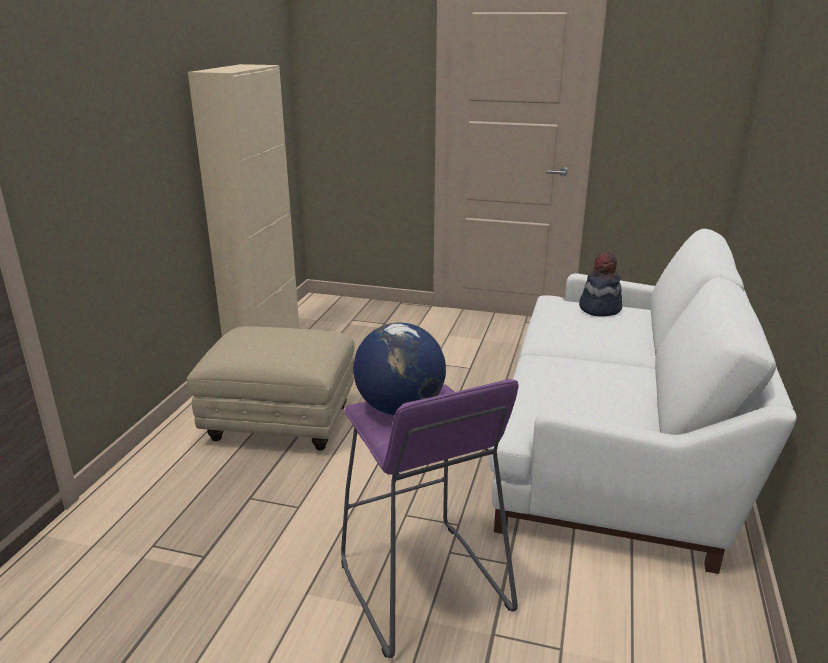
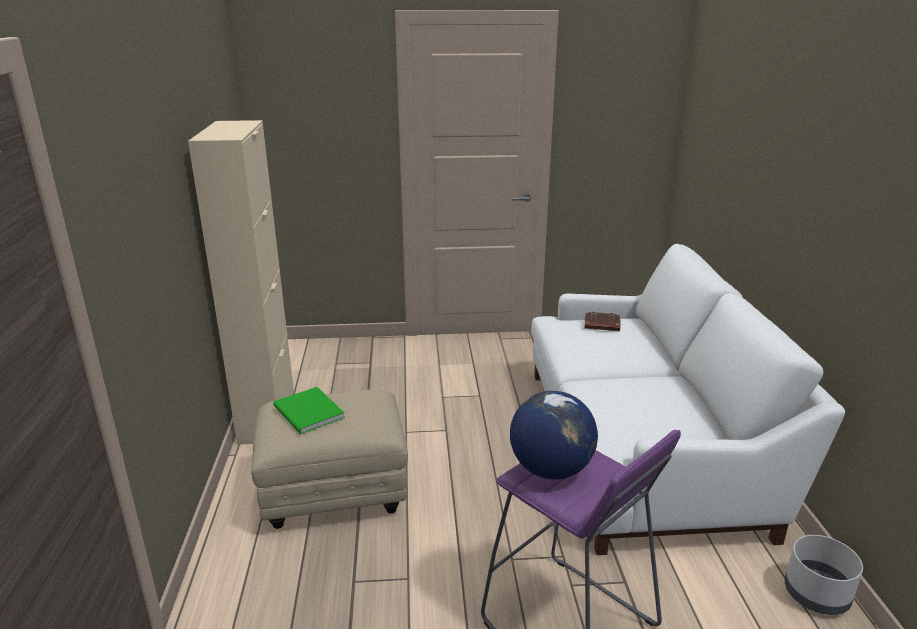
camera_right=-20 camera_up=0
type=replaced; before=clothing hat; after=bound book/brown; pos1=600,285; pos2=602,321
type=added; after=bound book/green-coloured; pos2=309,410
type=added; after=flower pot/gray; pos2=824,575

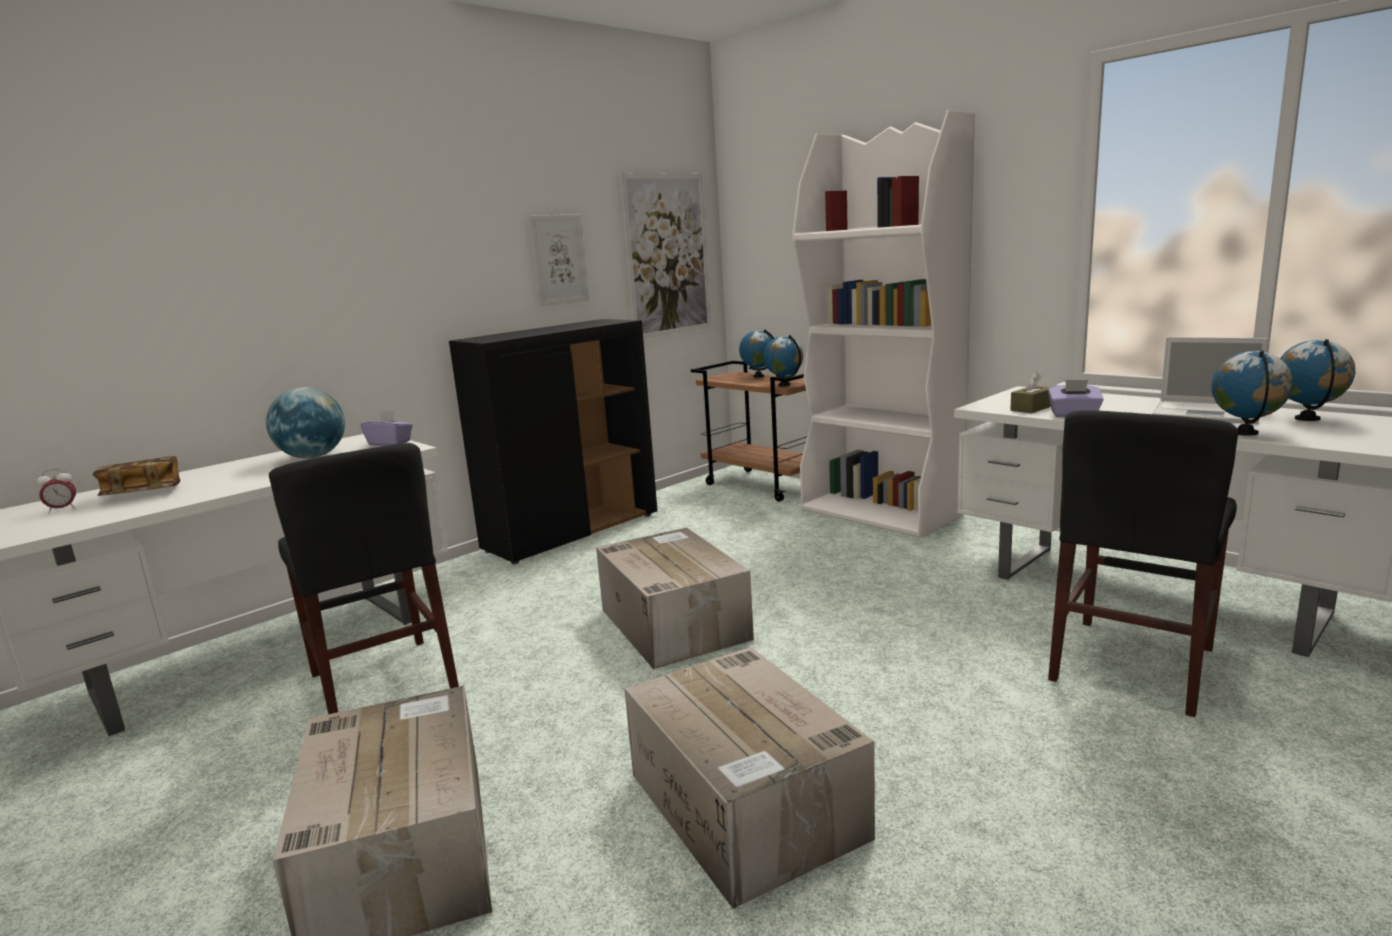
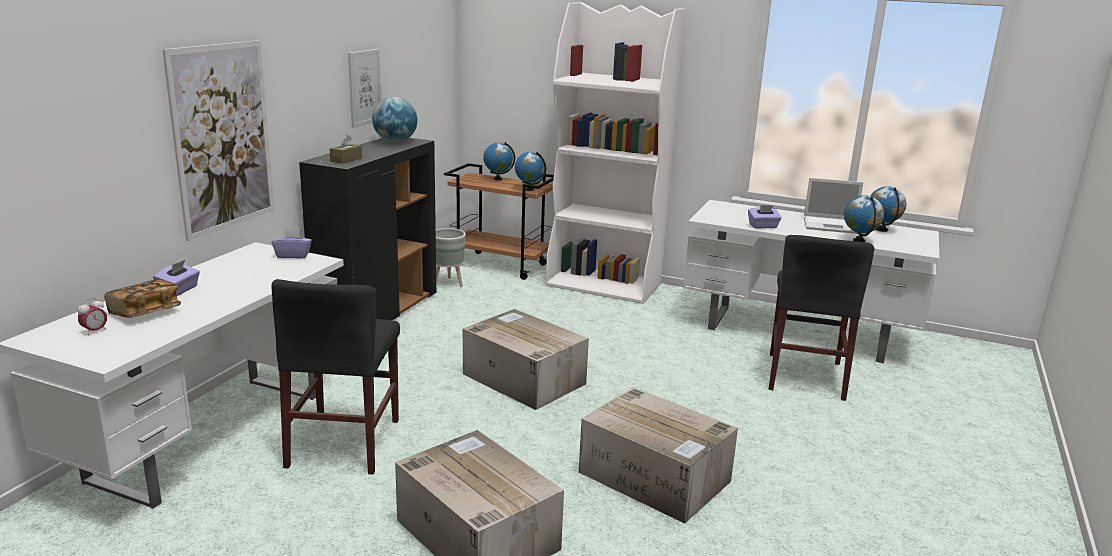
camera_right=-25 camera_up=5
type=moved; before=wall art; pos1=665,256; pos2=218,140
type=moved; before=box of tissues/brown; pos1=1030,392; pos2=346,149
type=moved; before=world globe; pos1=305,423; pos2=395,119
type=turned; before=chair/black-coloured; pos1=364,578; pos2=335,377; turn=60
type=added; after=flower pot/gray; pos2=451,257
type=added; after=box of tissues/purple-coloured; pos2=176,278

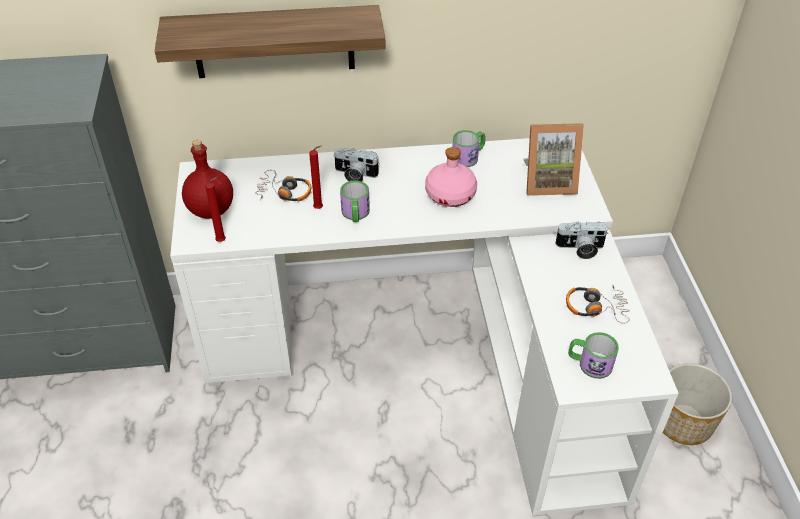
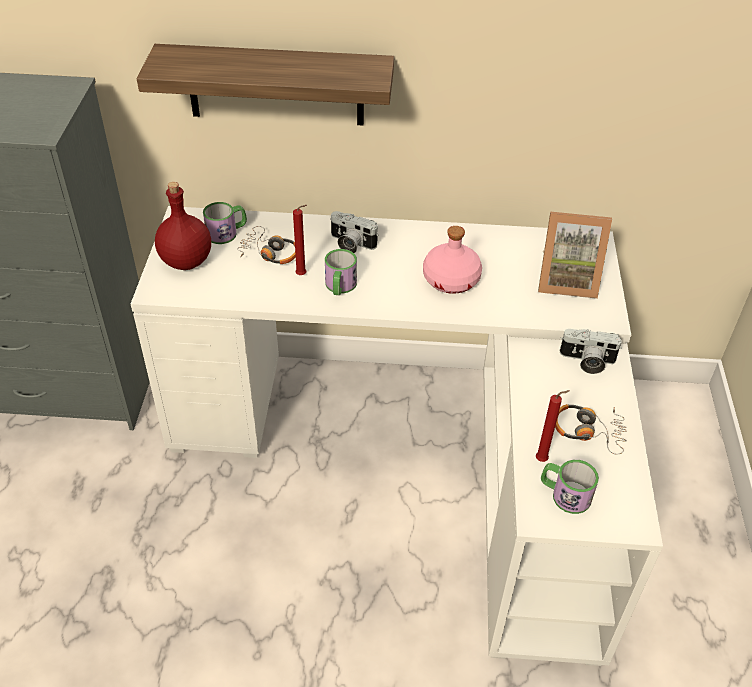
camera_right=10 camera_up=0
type=moved; before=tea mug; pos1=468,148; pos2=225,223
type=moved; before=wax light/reddish; pos1=215,209; pos2=553,426
type=removed; before=flower pot; pos1=697,404

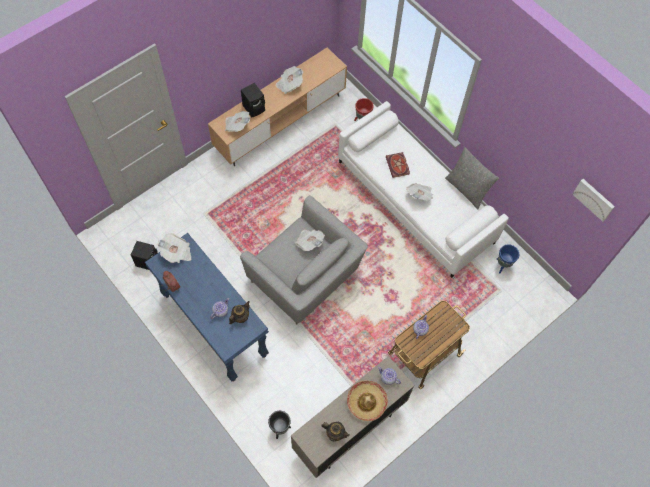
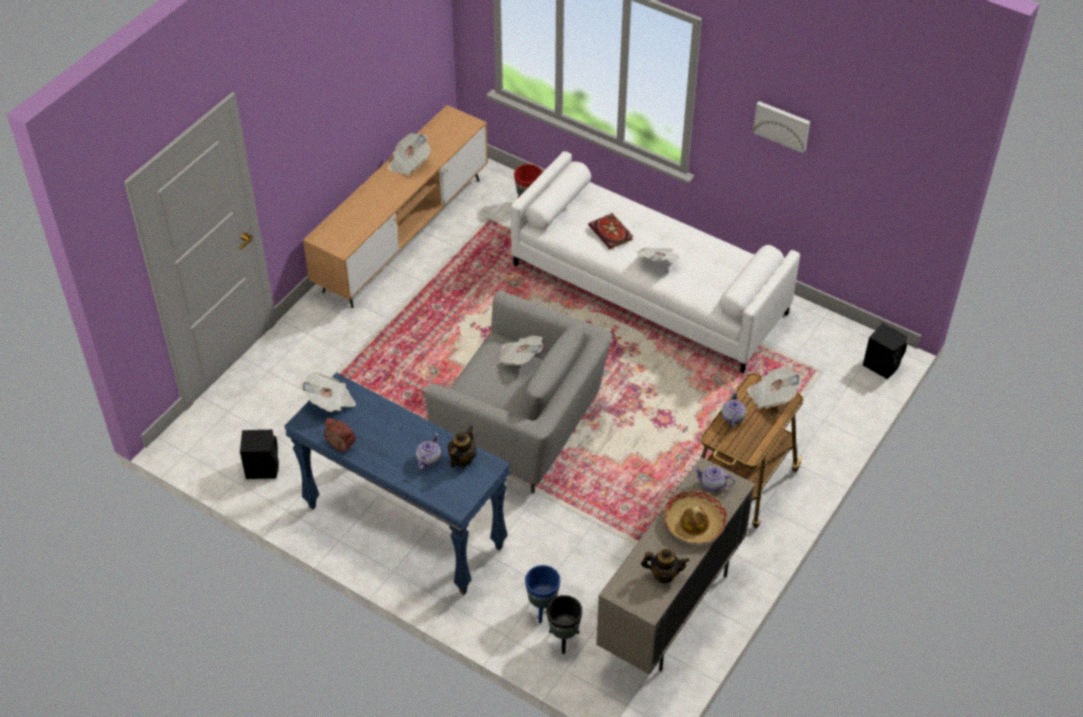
camera_right=-15 camera_up=-15
type=moved; before=loudspeaker/black-coloured; pos1=253,100; pos2=885,351
type=moved; before=newspaper; pos1=237,121; pos2=774,388
type=removed; before=cushion/gray; pos1=472,178
type=moved; before=wall art; pos1=593,200; pos2=781,127
type=moved; before=flower pot/bluish; pos1=508,259; pos2=542,594

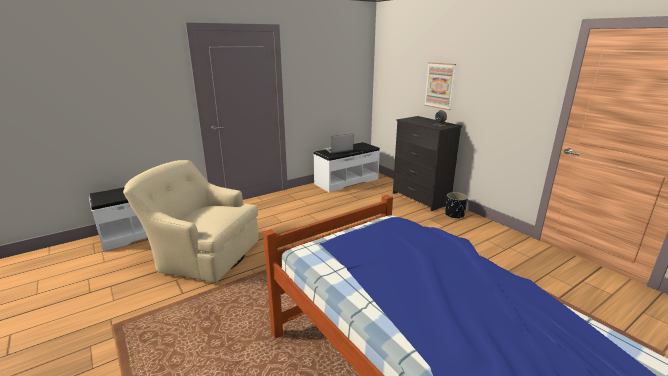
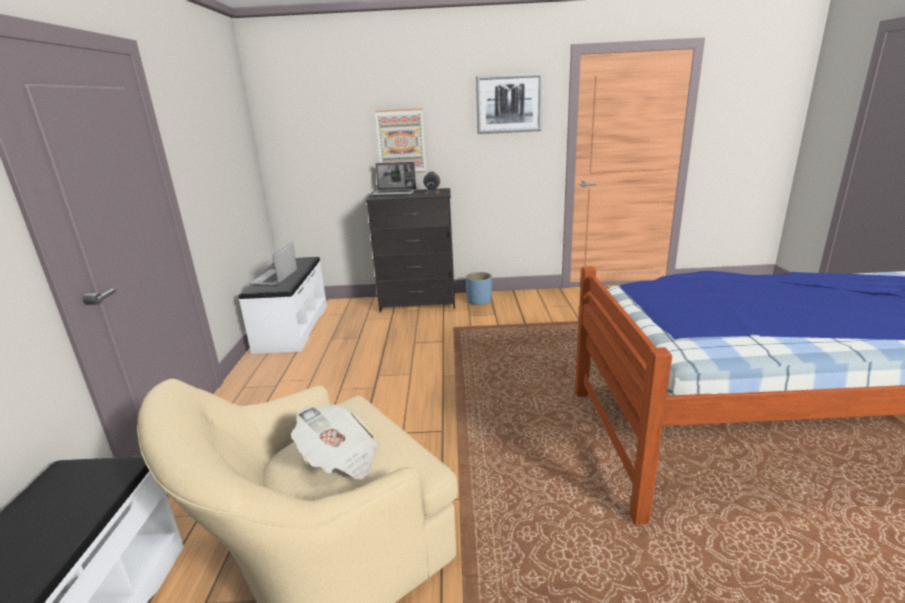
camera_right=-55 camera_up=0
type=recoloured; before=flower pot/black-coloured; after=flower pot/bluish; pos1=456,205; pos2=479,288
type=added; after=wall art; pos2=509,103
type=added; after=laptop; pos2=393,179
type=added; after=newspaper; pos2=335,441

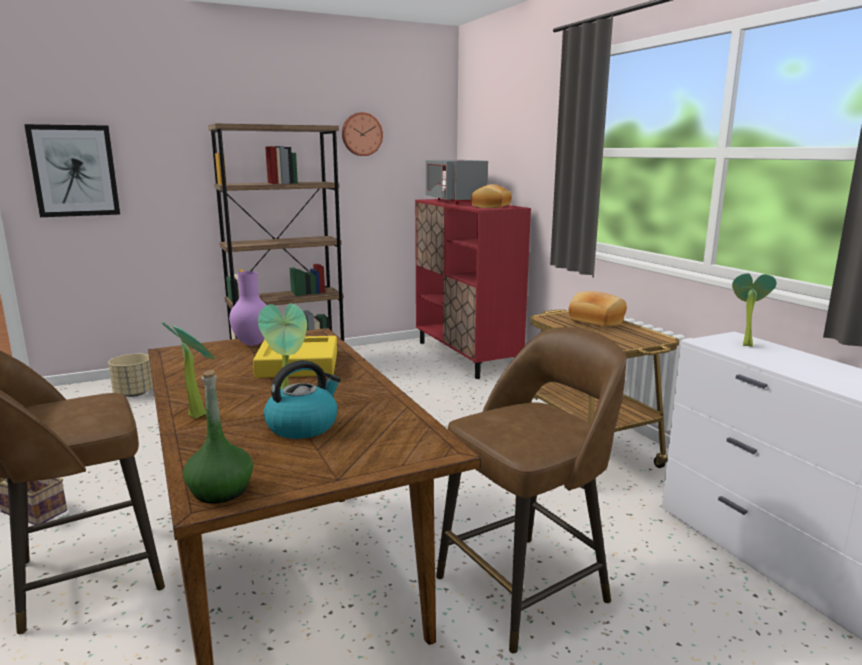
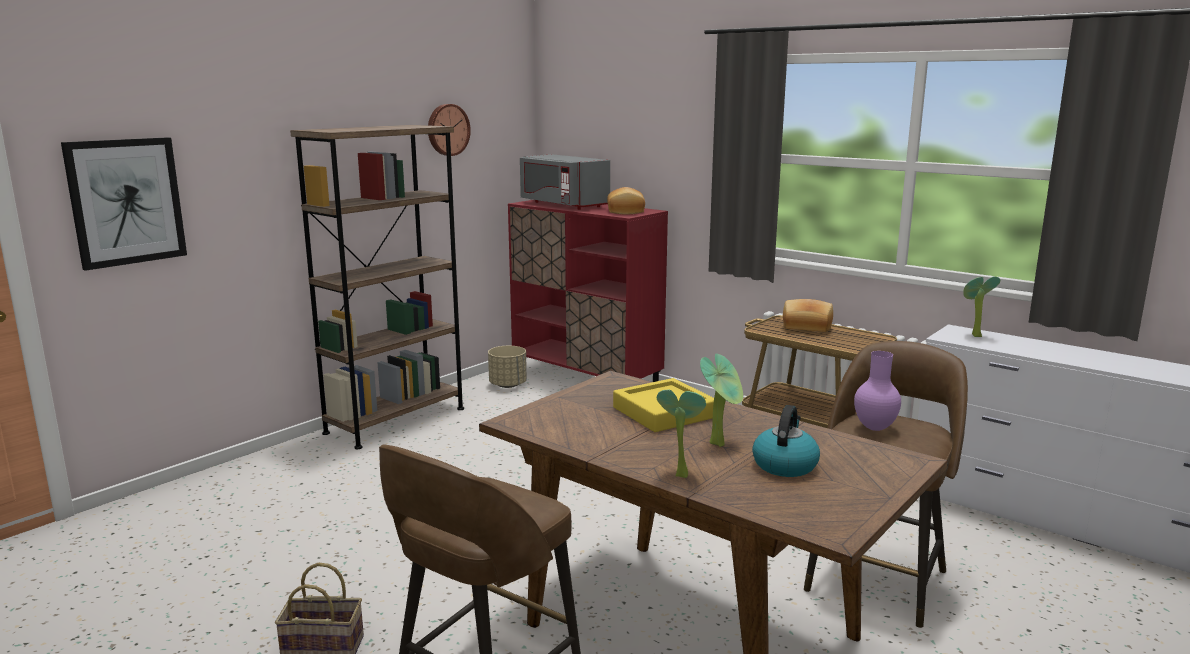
camera_right=-25 camera_up=0
type=moved; before=vase/purple-coloured; pos1=248,308; pos2=877,391
type=moved; before=flower pot/beige; pos1=130,375; pos2=507,367
type=removed; before=beverage bottle/green-coloured; pos1=218,437

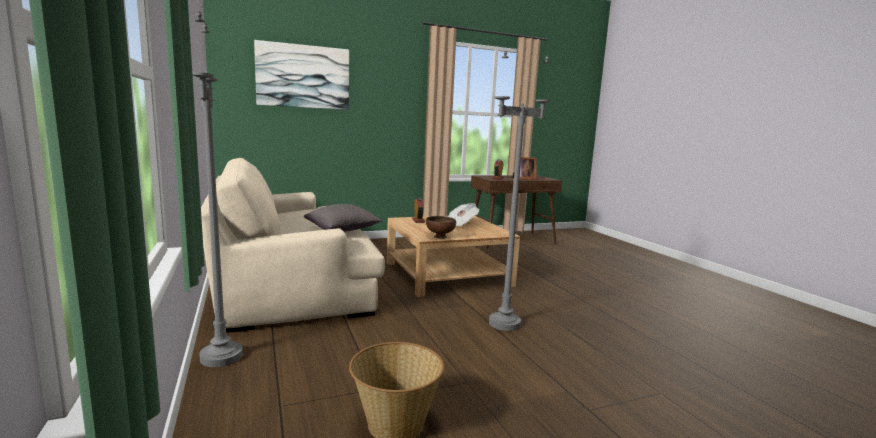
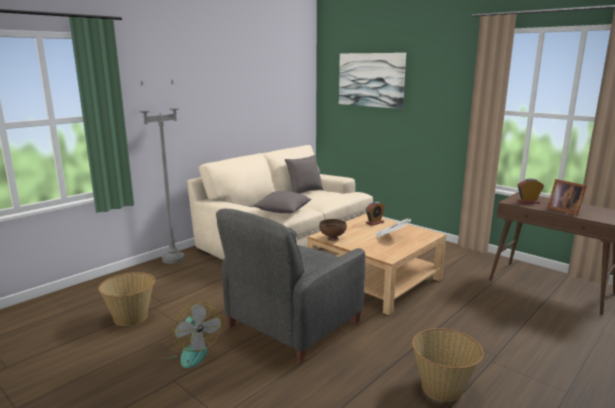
camera_right=65 camera_up=5
type=replaced; before=floor lamp/gray; after=easy chair/gray; pos1=520,190; pos2=290,287
type=added; after=cushion/gray; pos2=303,174
type=added; after=cooling fan; pos2=190,335
type=added; after=household basket; pos2=448,365

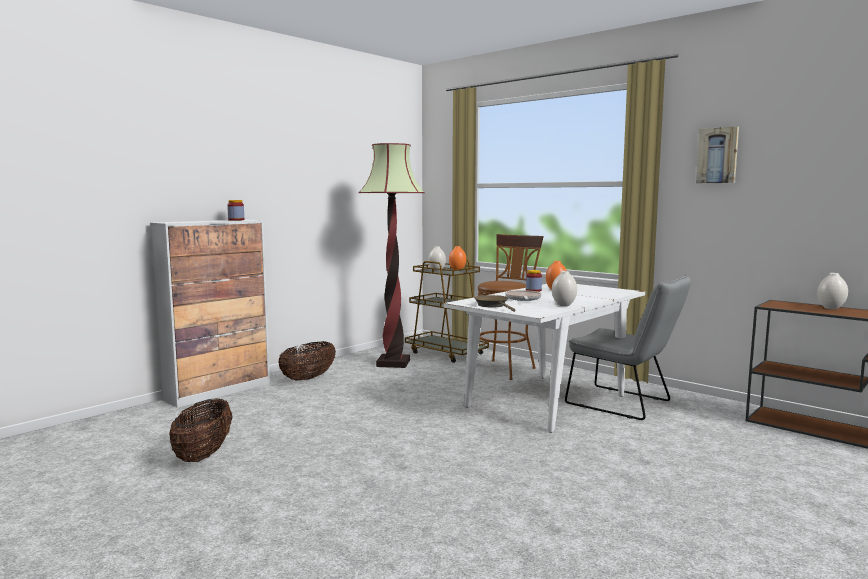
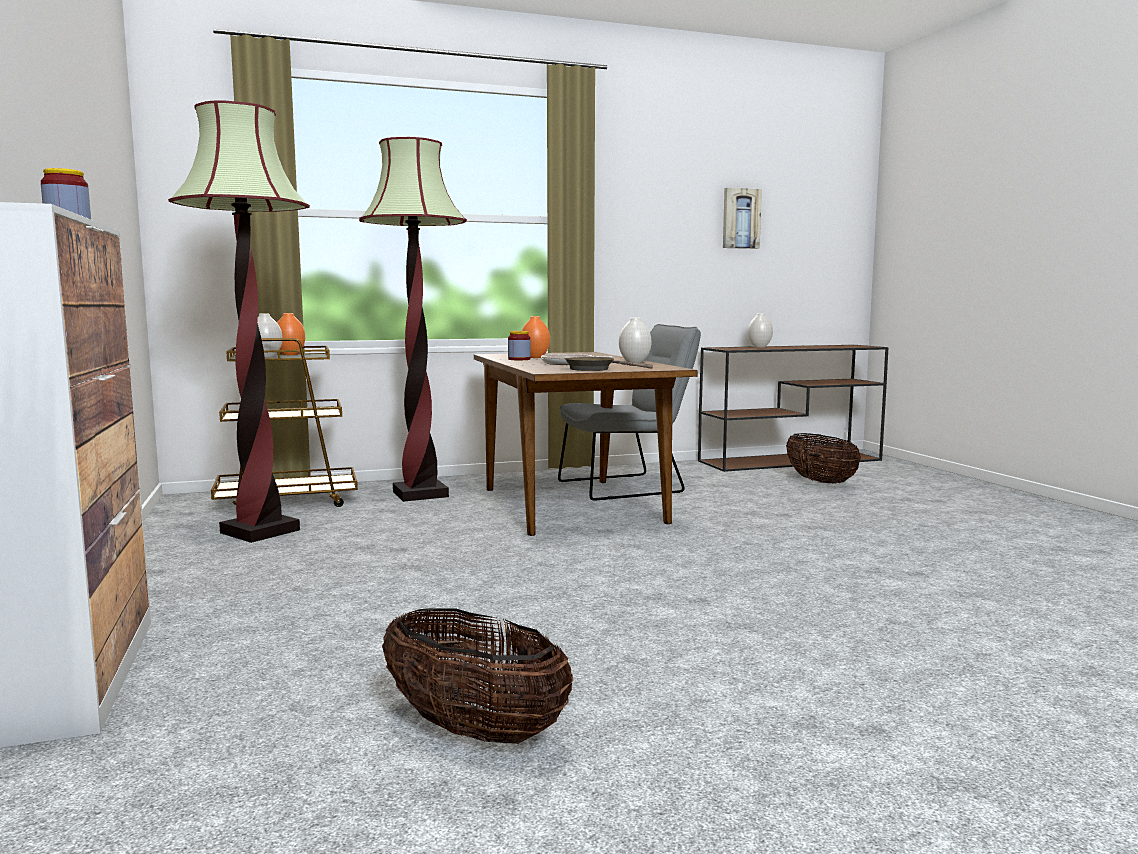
camera_right=-60 camera_up=0
type=moved; before=wall art; pos1=717,154; pos2=742,218
type=replaced; before=stool/brown; after=floor lamp; pos1=511,307; pos2=413,319
type=recoloured; before=kitchen table/white; after=kitchen table/brown; pos1=544,358; pos2=586,444
type=moved; before=household basket; pos1=307,361; pos2=823,458

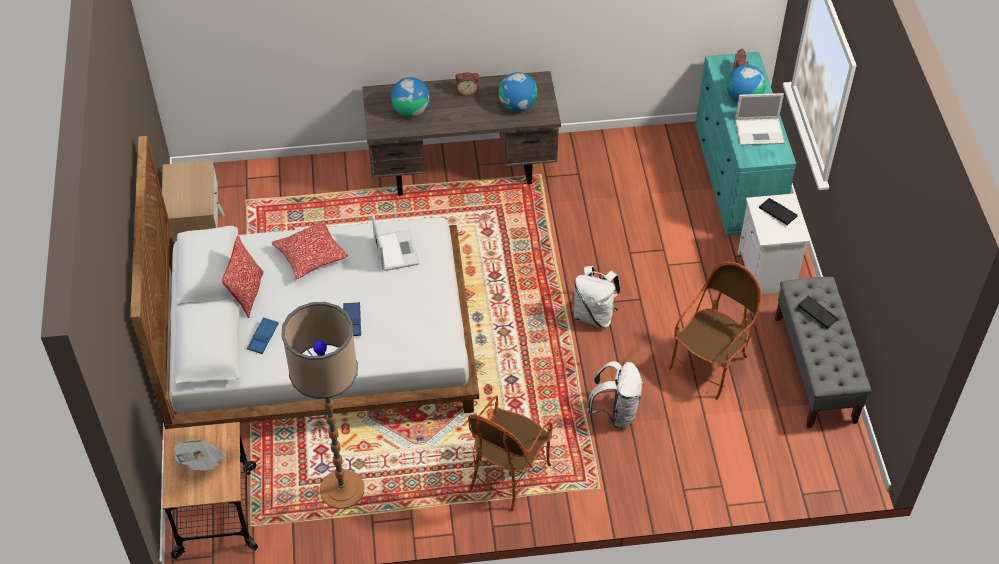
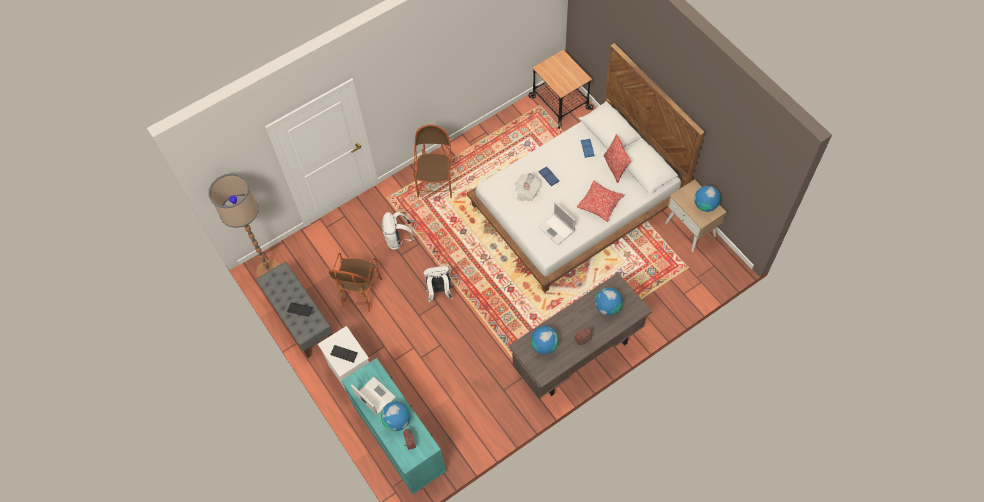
camera_right=155 camera_up=10
type=turned; before=laptop; pos1=759,119; pos2=373,396; turn=75
type=moved; before=floor lamp; pos1=322,405; pos2=244,225
type=moved; before=newspaper; pos1=200,455; pos2=527,187
type=added; after=world globe; pos2=707,198

